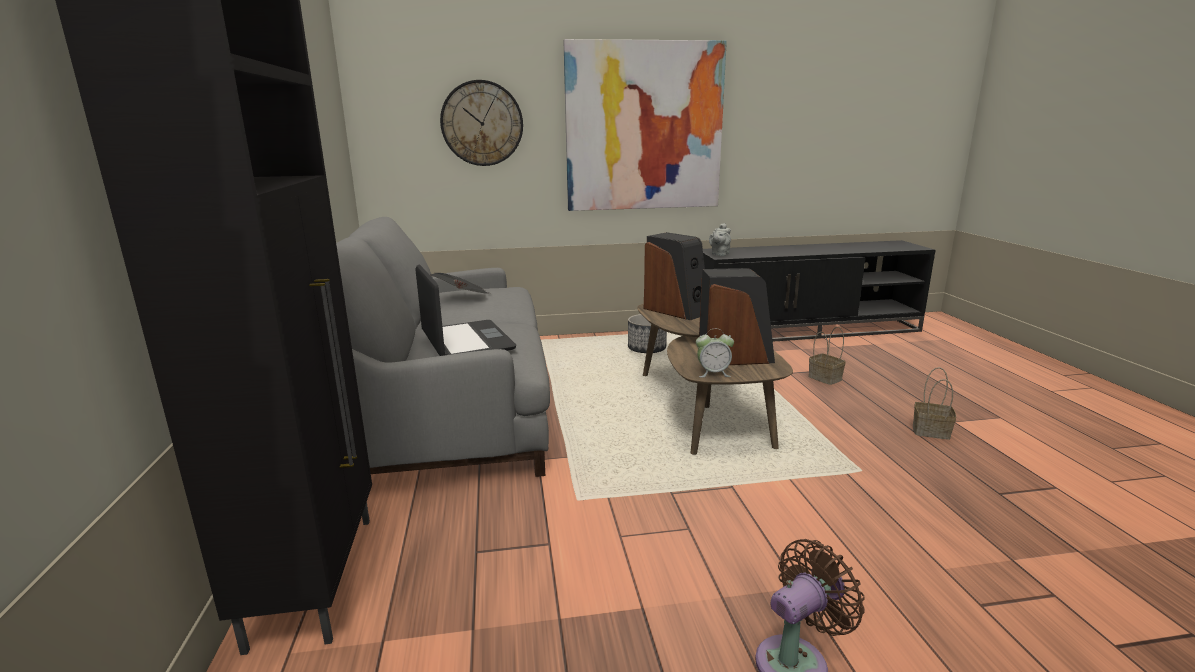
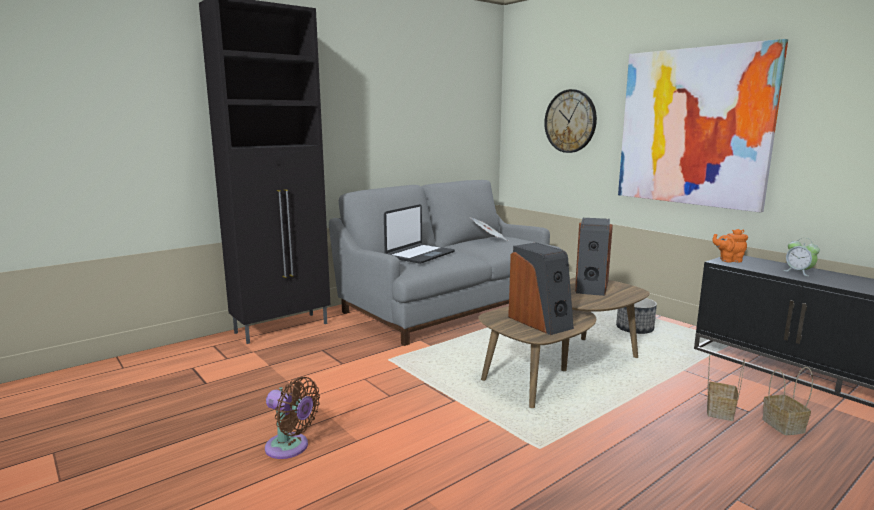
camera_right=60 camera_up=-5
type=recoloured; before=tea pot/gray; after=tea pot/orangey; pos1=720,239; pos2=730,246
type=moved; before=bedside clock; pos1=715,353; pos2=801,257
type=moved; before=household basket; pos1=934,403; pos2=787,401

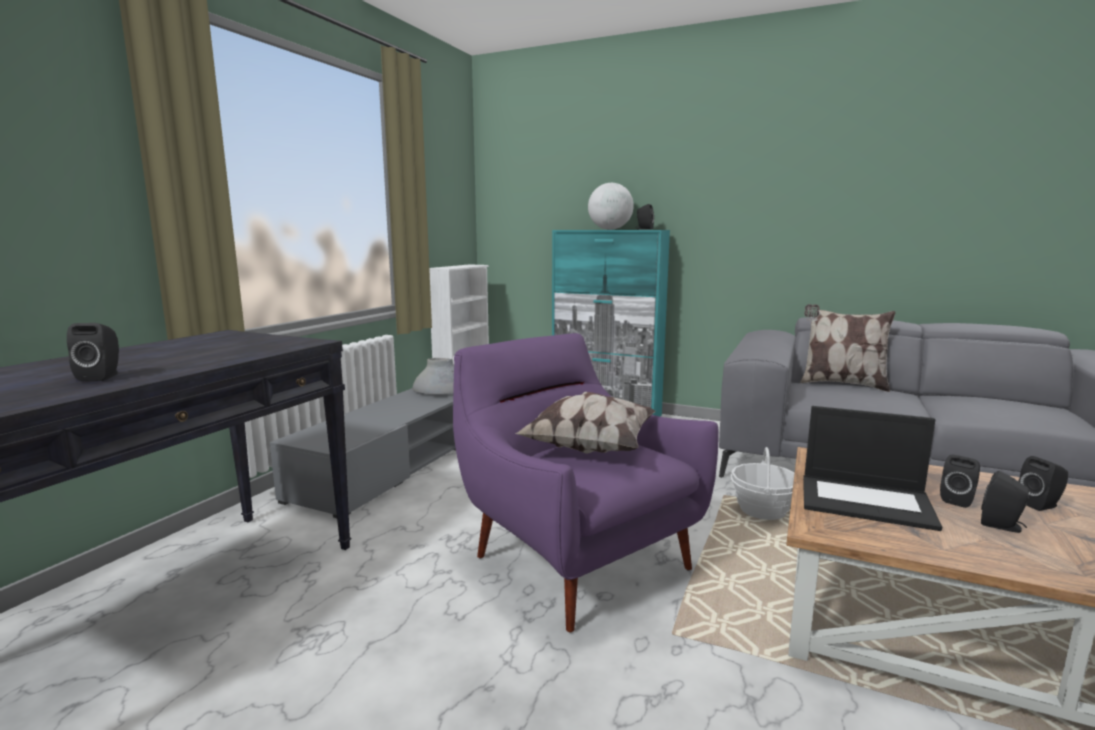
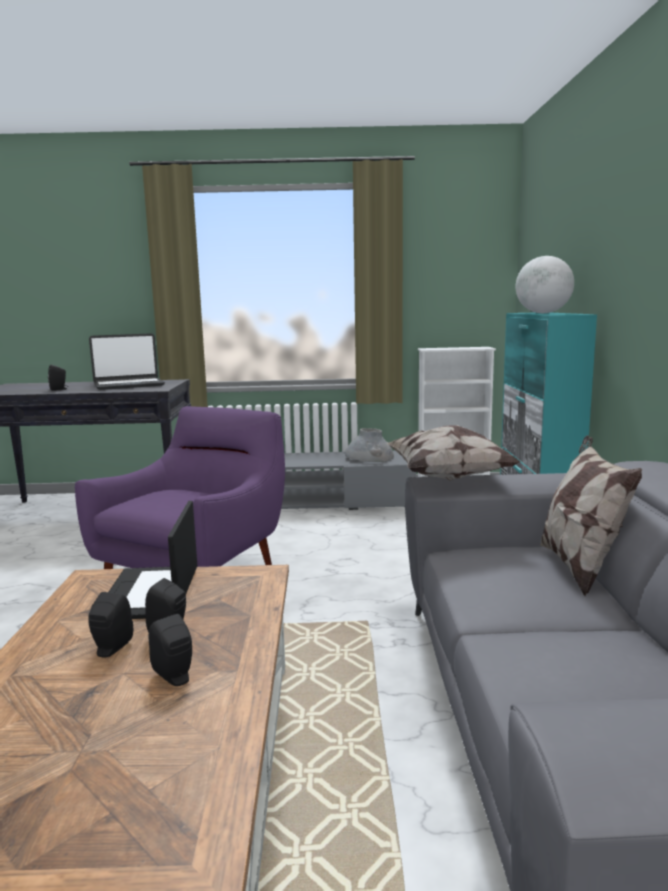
camera_right=65 camera_up=0
type=removed; before=loudspeaker/black-coloured; pos1=644,217
type=moved; before=cushion; pos1=585,423; pos2=453,453
type=removed; before=household basket; pos1=762,483
type=added; after=laptop; pos2=127,361

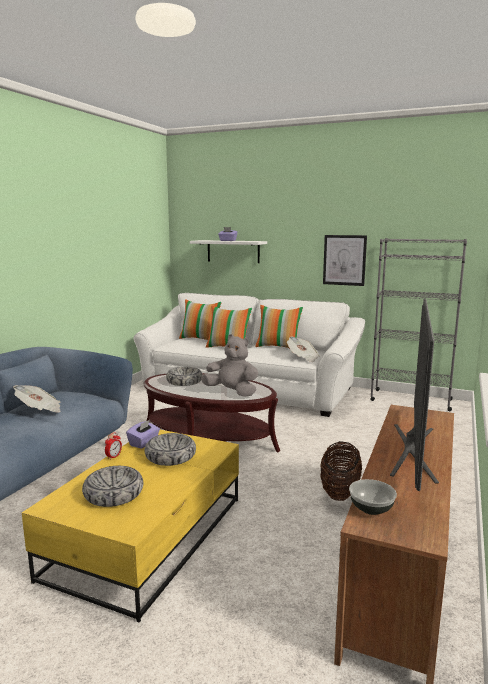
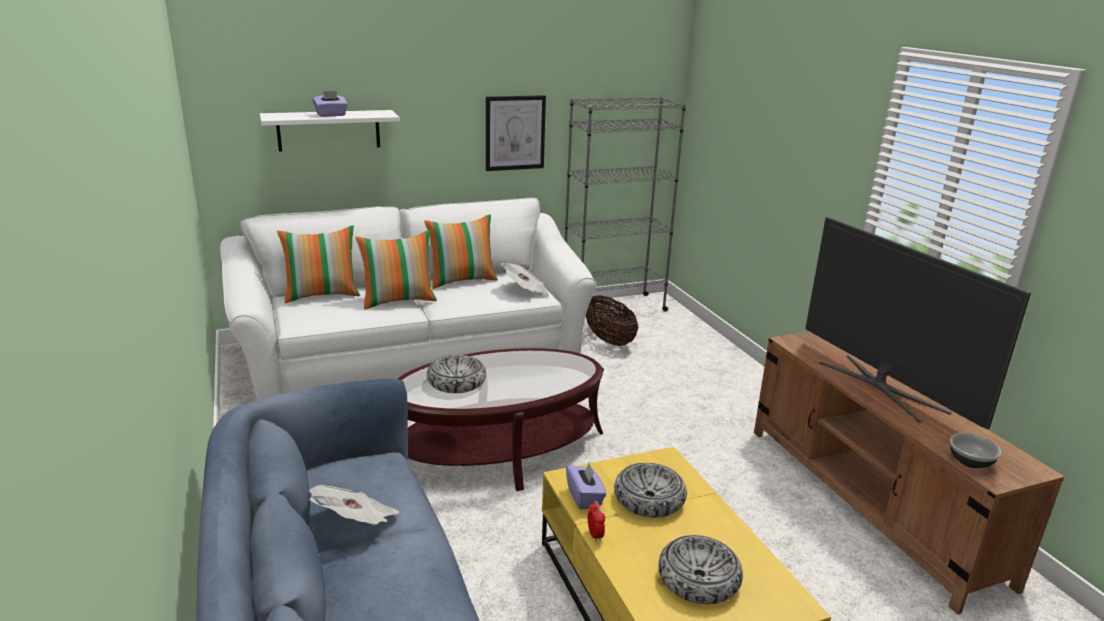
camera_right=-45 camera_up=10
type=removed; before=plush toy/gray; pos1=229,365
type=moved; before=household basket; pos1=341,471; pos2=612,320

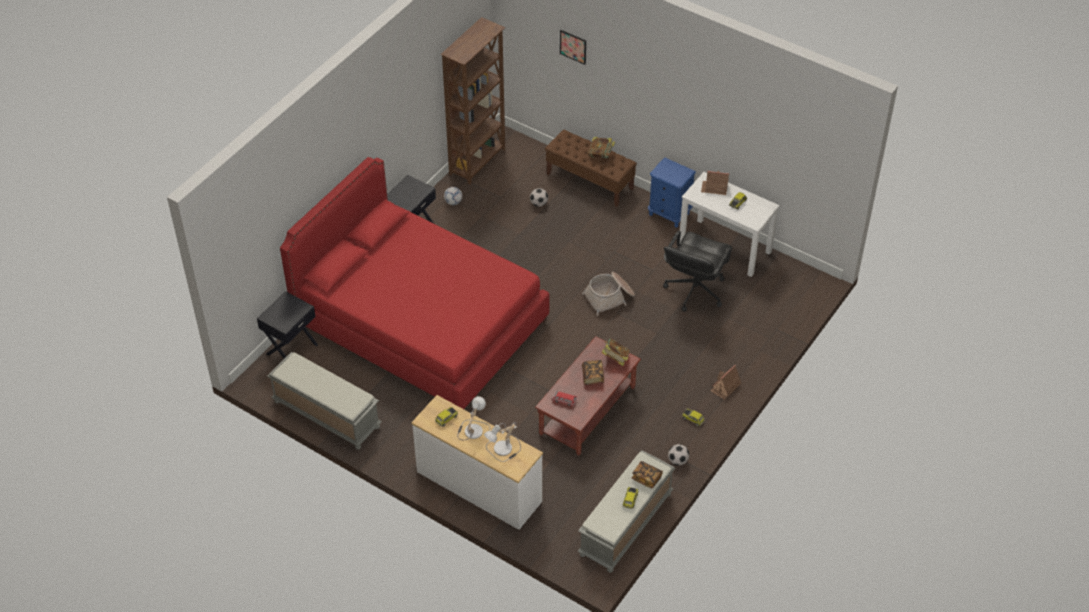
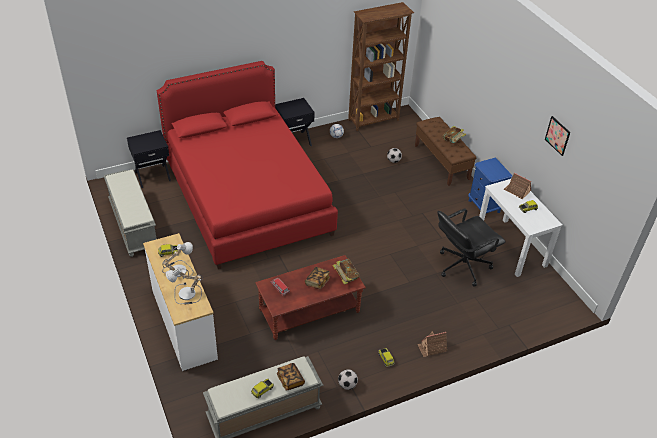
camera_right=30 camera_up=-5
type=moved; before=wall art; pos1=573,47; pos2=557,136
type=removed; before=household basket; pos1=608,294

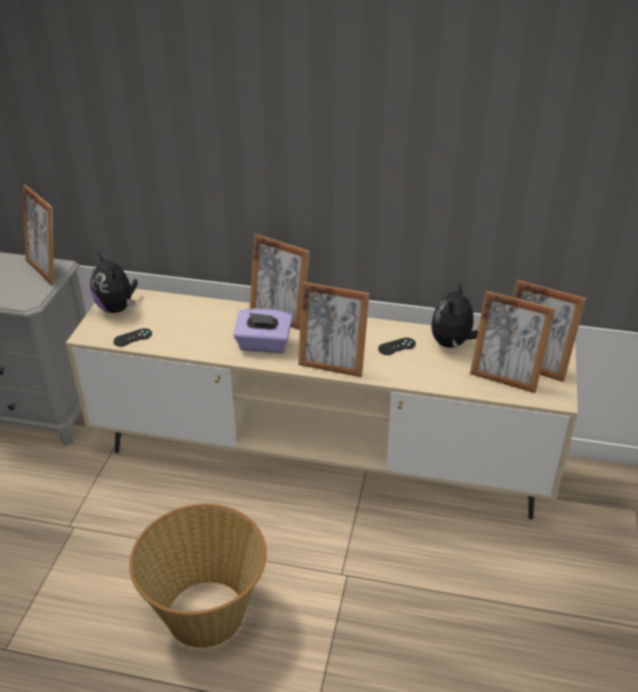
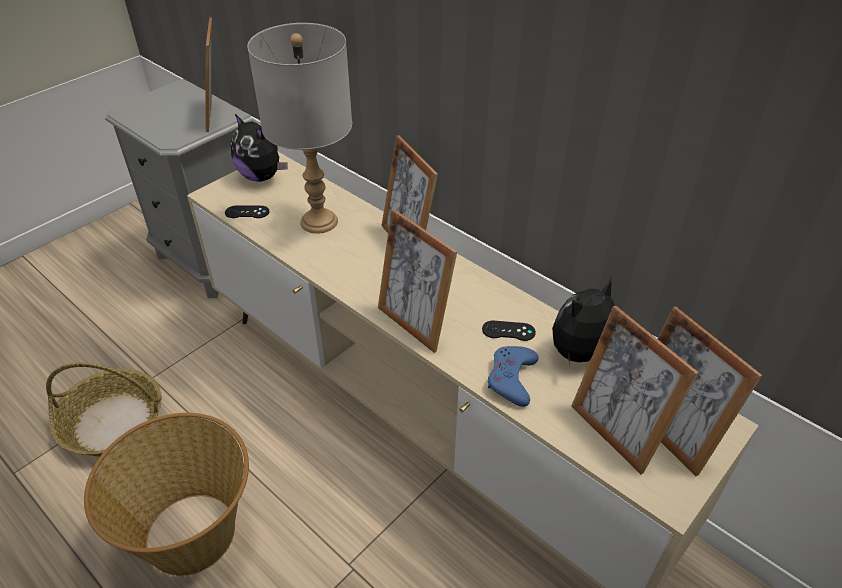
camera_right=30 camera_up=5
type=turned; before=plush toy; pos1=114,282; pos2=259,148; turn=-45
type=removed; before=box of tissues/purple-coloured; pos1=263,331
type=added; after=lamp for a table/gray; pos2=299,128
type=added; after=gamepad/bluish; pos2=513,376
type=added; after=household basket; pos2=104,409

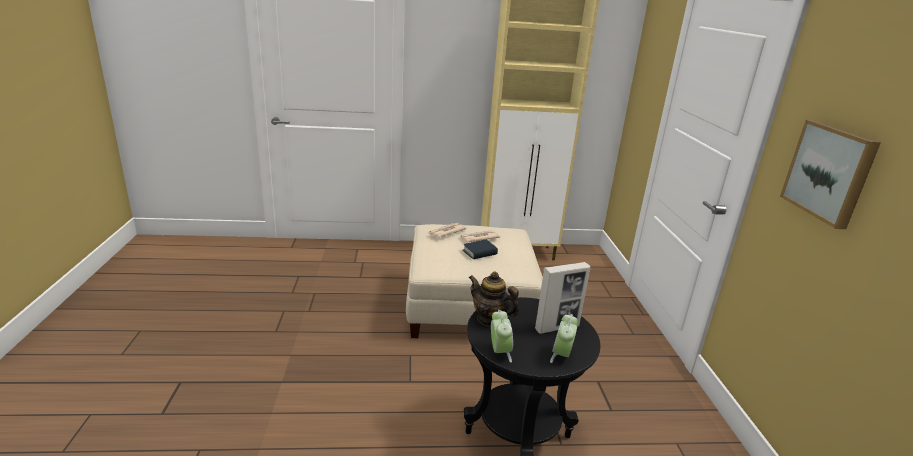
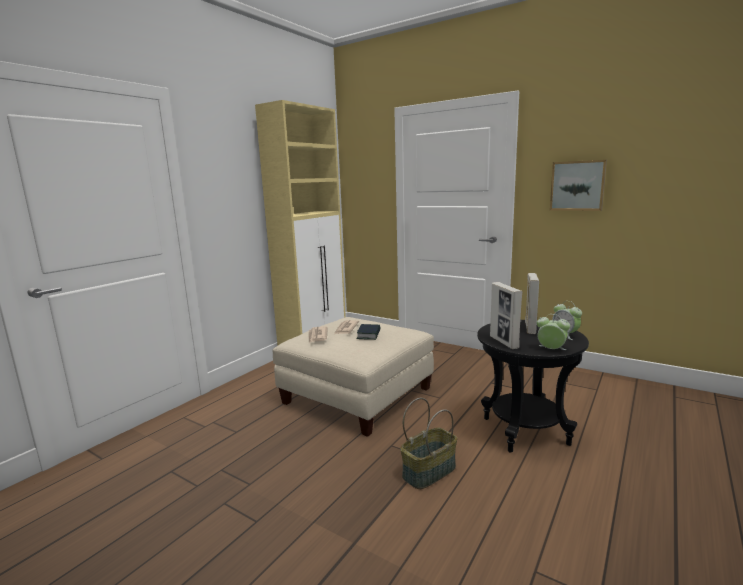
camera_right=-50 camera_up=-10
type=replaced; before=tea pot; after=picture frame; pos1=494,299; pos2=506,315
type=added; after=household basket; pos2=428,443

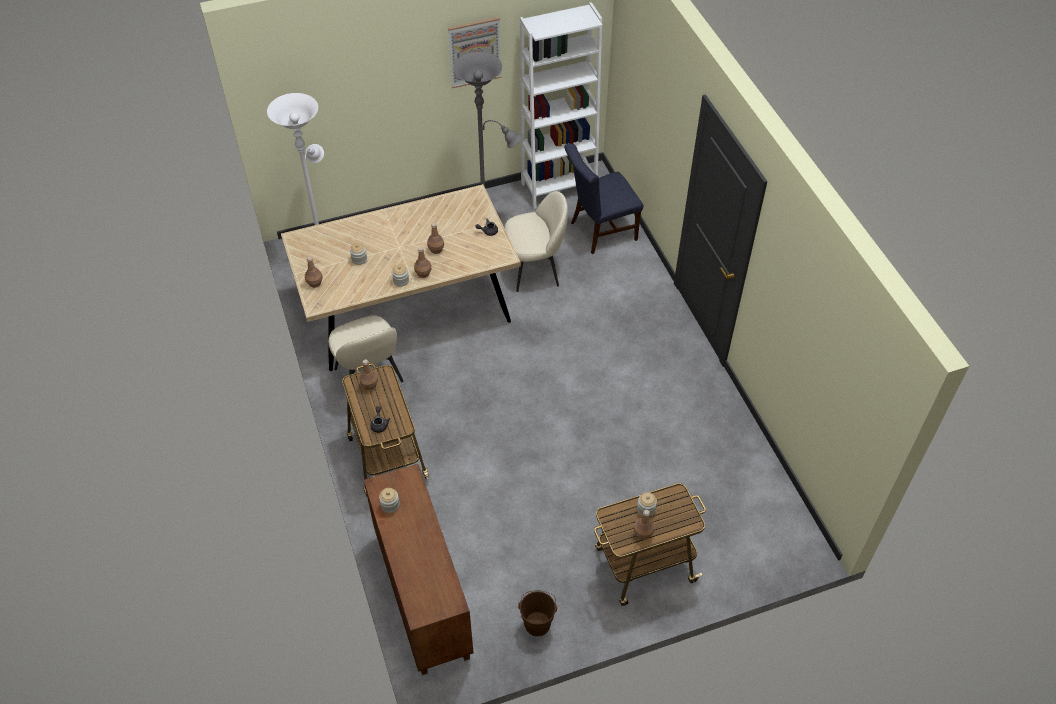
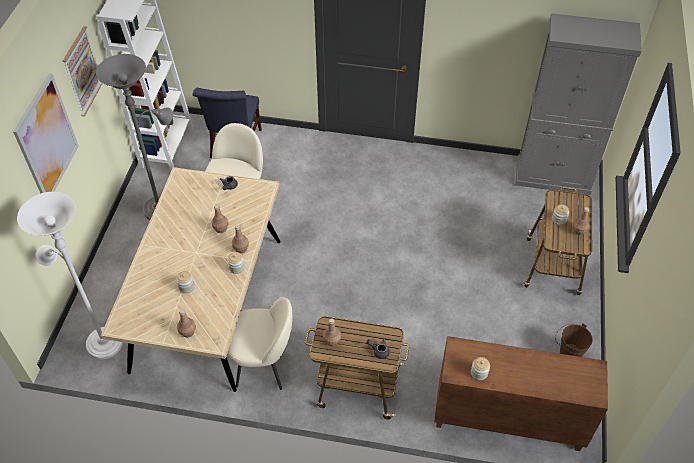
camera_right=-60 camera_up=0
type=added; after=cabinet/gray; pos2=578,104
type=added; after=wall art; pos2=46,133

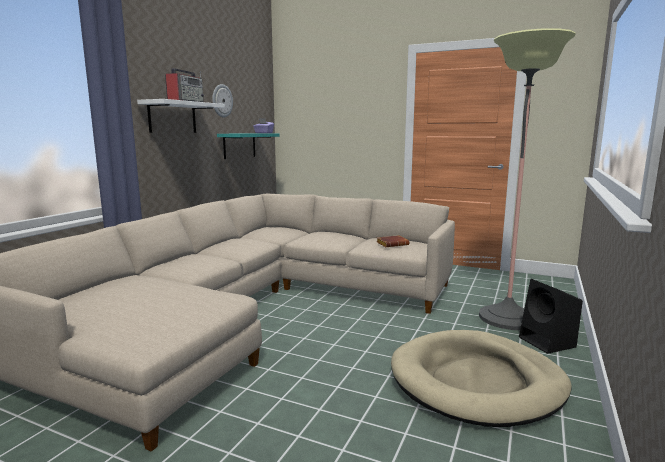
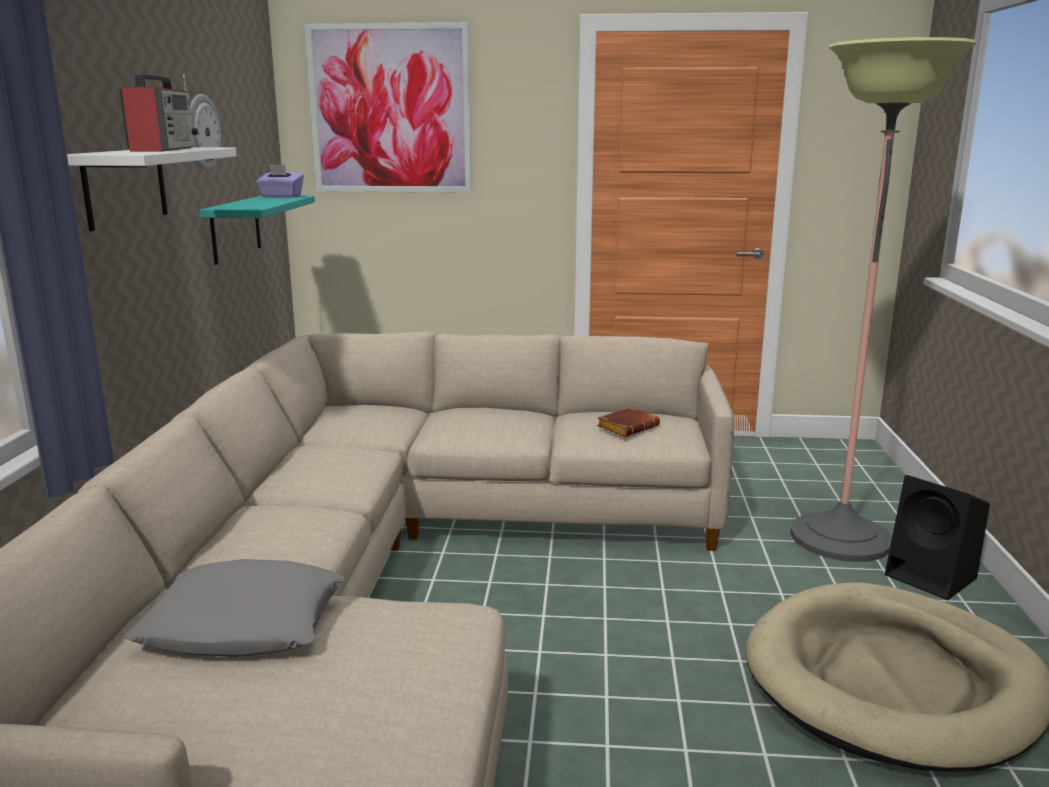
camera_right=-20 camera_up=5
type=added; after=wall art; pos2=388,107
type=added; after=cushion/gray; pos2=234,608

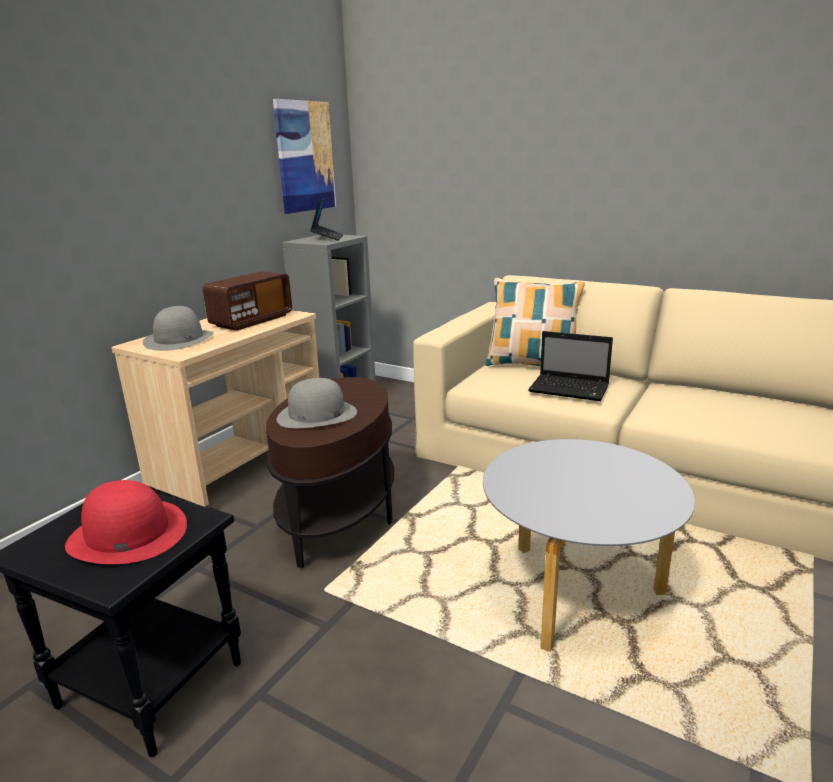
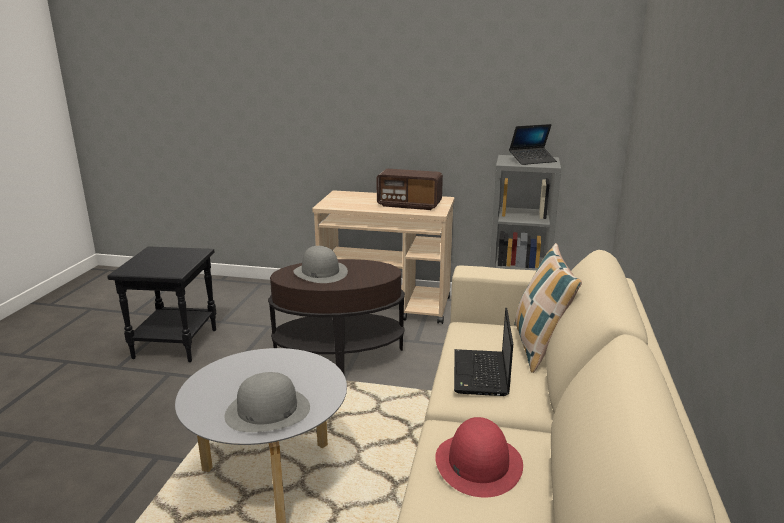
camera_right=70 camera_up=0
type=removed; before=wall art; pos1=304,156
type=moved; before=clothing hat/gray; pos1=178,328; pos2=267,402
type=moved; before=clothing hat/reddish; pos1=126,522; pos2=479,457

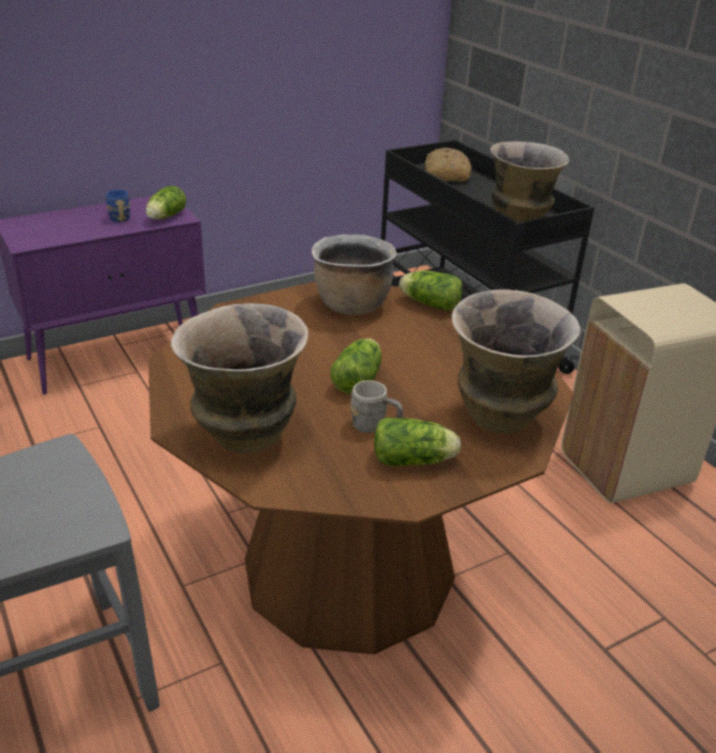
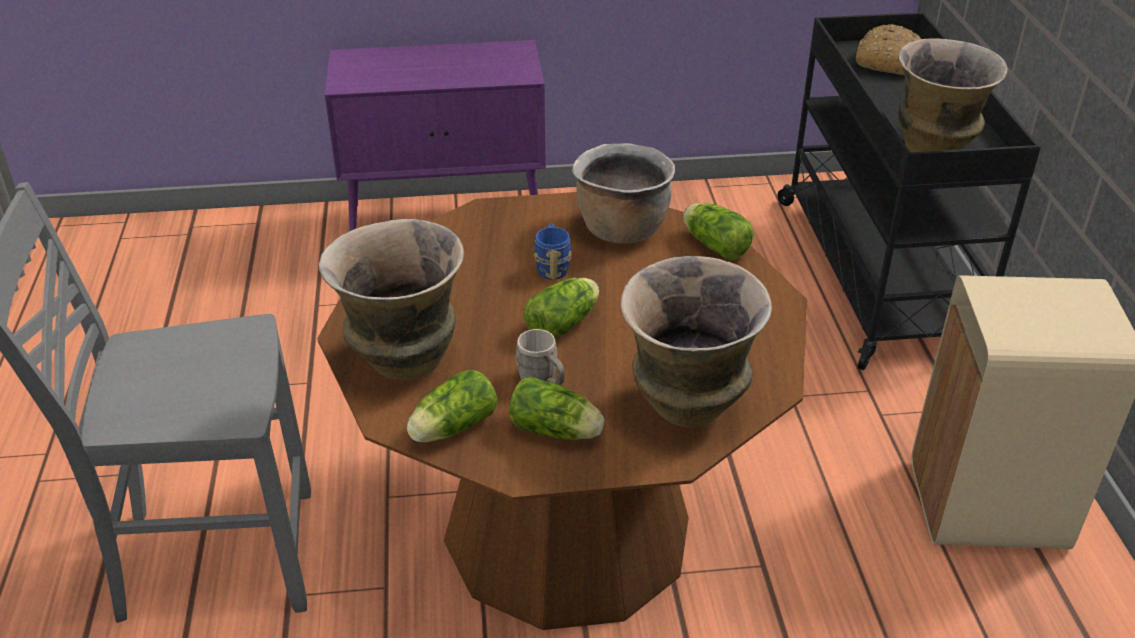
camera_right=25 camera_up=5
type=moved; before=lettuce; pos1=166,202; pos2=452,406
type=moved; before=tea mug/bluish; pos1=118,206; pos2=553,251

